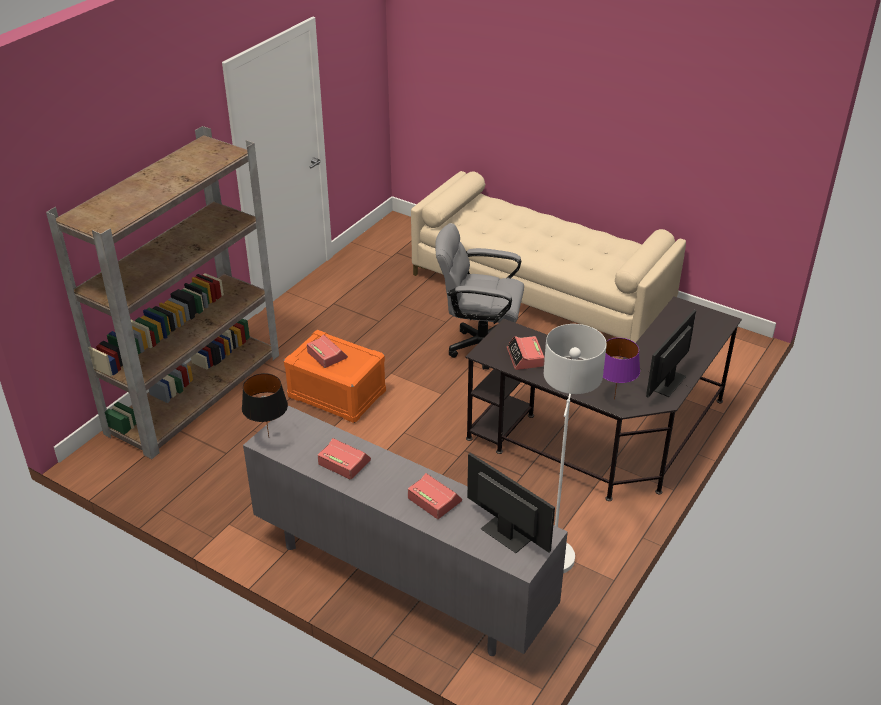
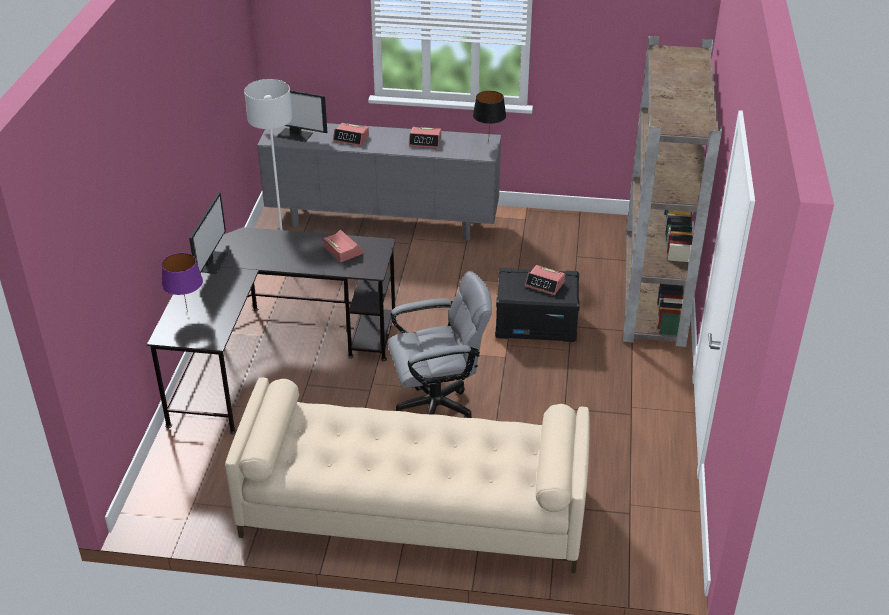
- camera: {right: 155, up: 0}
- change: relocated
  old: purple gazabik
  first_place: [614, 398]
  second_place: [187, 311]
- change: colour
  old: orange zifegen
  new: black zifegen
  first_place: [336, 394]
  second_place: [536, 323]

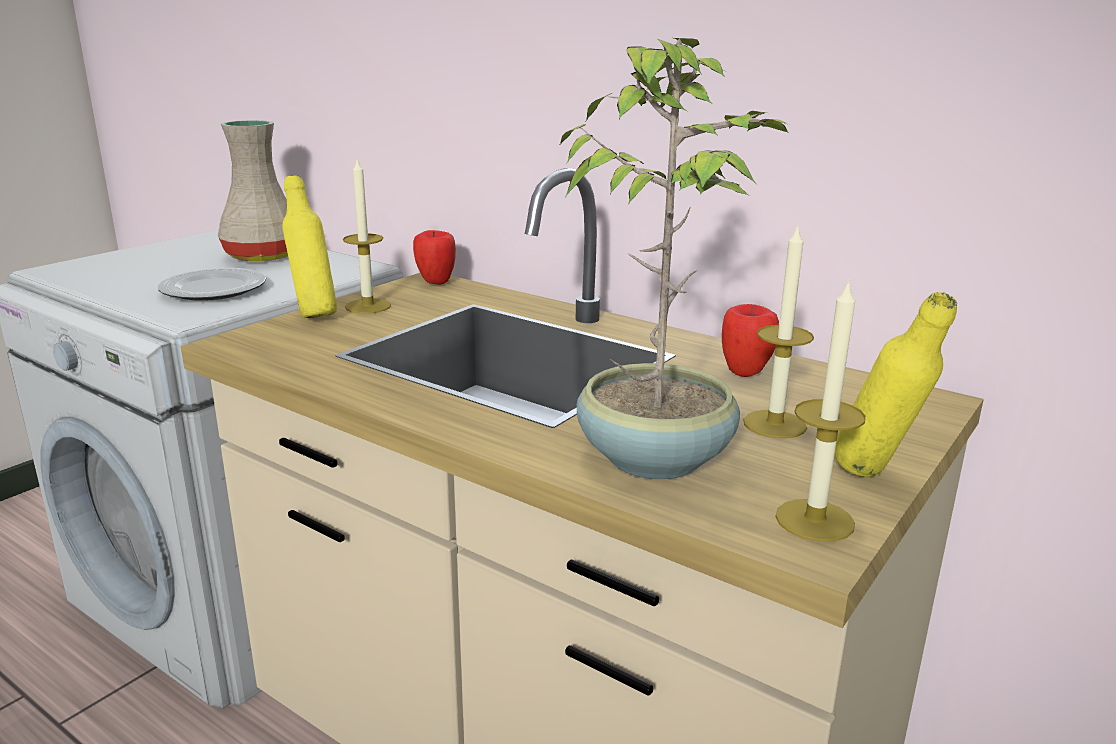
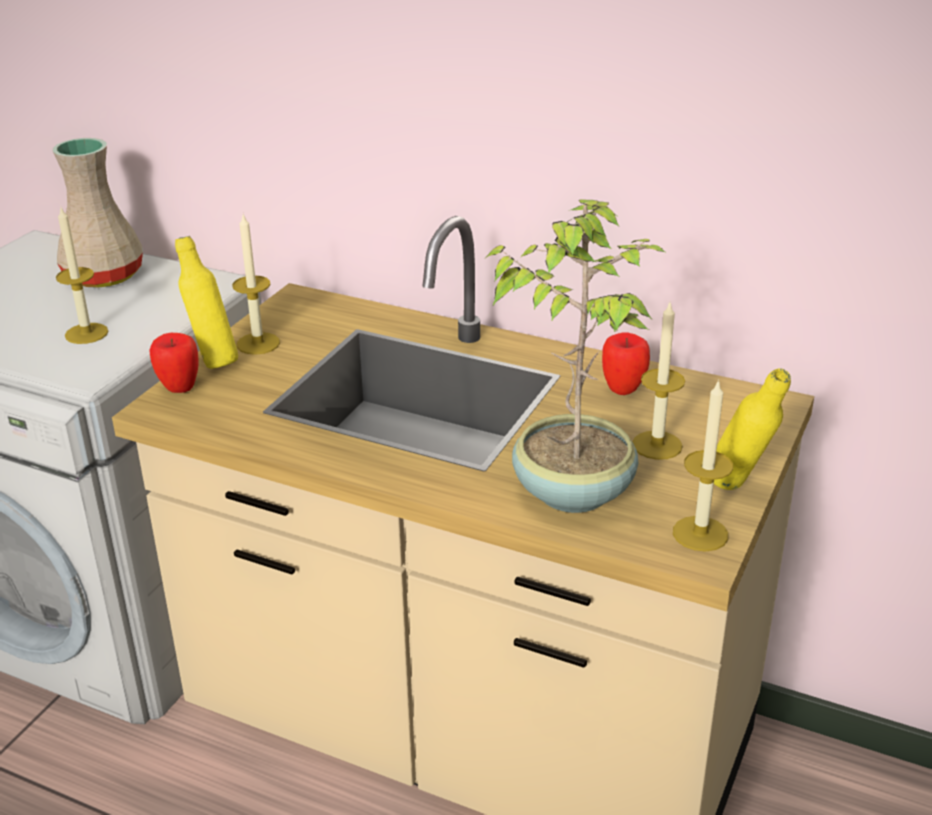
- camera: {right: -10, up: 10}
- change: relocated
  old: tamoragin
  first_place: [435, 282]
  second_place: [179, 388]
- change: exchanged
  old: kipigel
  new: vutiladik
  first_place: [214, 289]
  second_place: [86, 333]

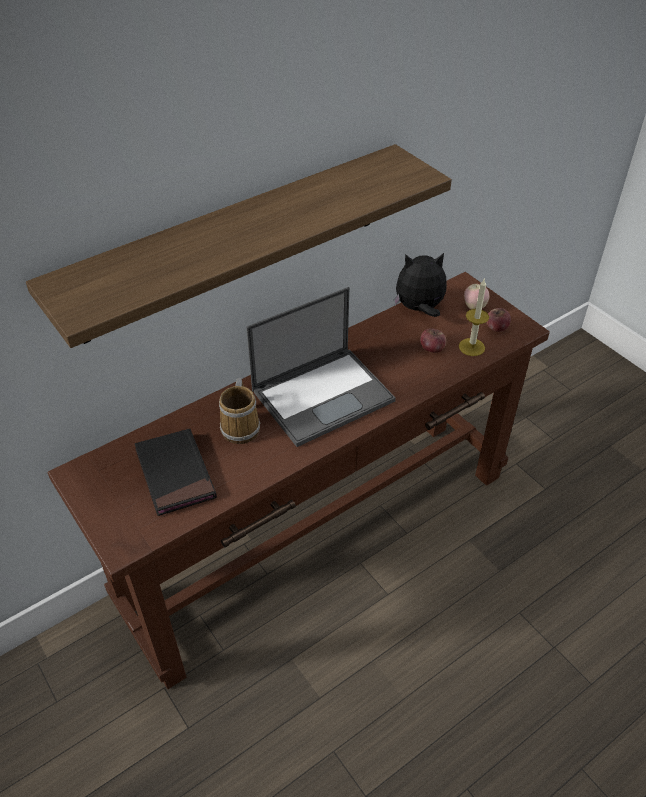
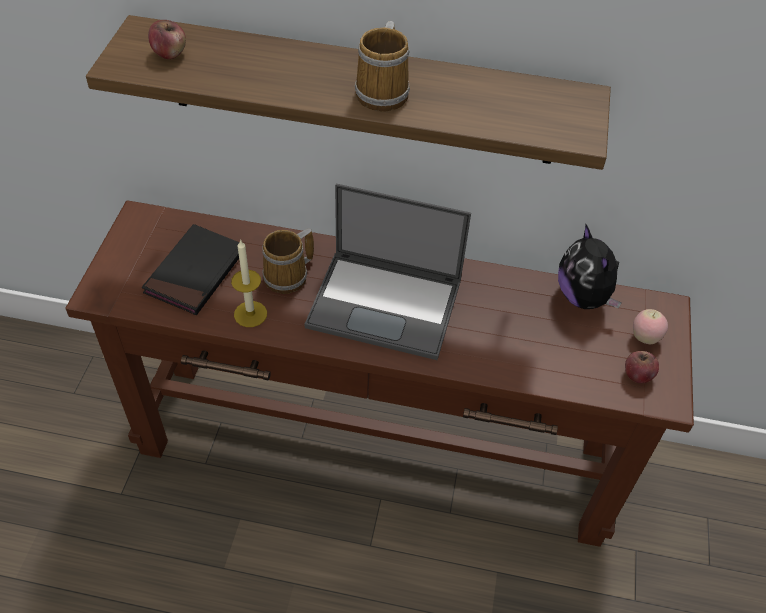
- camera: {right: 45, up: 5}
- change: appeared
  new: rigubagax
  second_place: [384, 92]
- change: relocated
  old: tamoragin
  first_place: [432, 349]
  second_place: [169, 53]
- change: relocated
  old: vutiladik
  first_place: [471, 347]
  second_place: [250, 314]
- change: spun
  old: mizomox
  first_place: [419, 309]
  second_place: [584, 297]
  degrees: -150

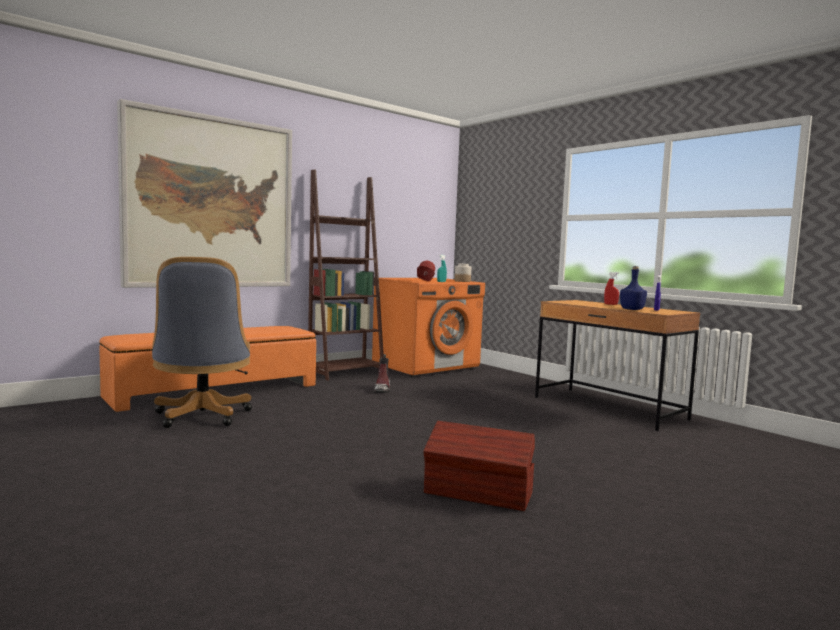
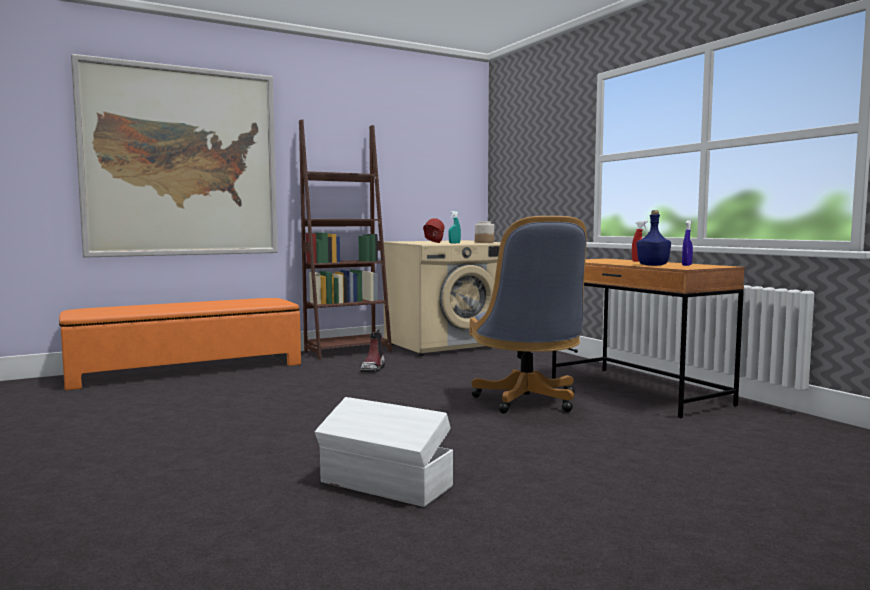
- camera: {right: 10, up: 0}
- change: relocated
  old: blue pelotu
  first_place: [202, 418]
  second_place: [529, 403]
- change: colour
  old: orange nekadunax
  new: beige nekadunax
  first_place: [427, 368]
  second_place: [448, 345]
- change: colour
  old: brown zifegen
  new: white zifegen
  first_place: [479, 493]
  second_place: [386, 485]

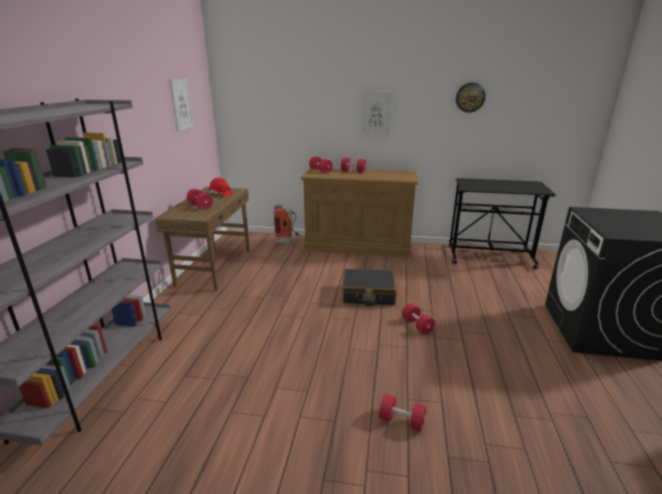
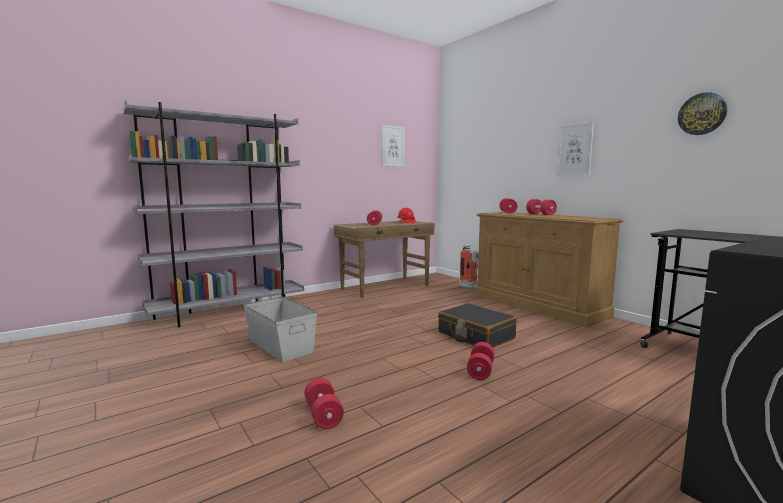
- camera: {right: 45, up: -15}
- change: appeared
  new: grey zifegen
  second_place: [281, 346]

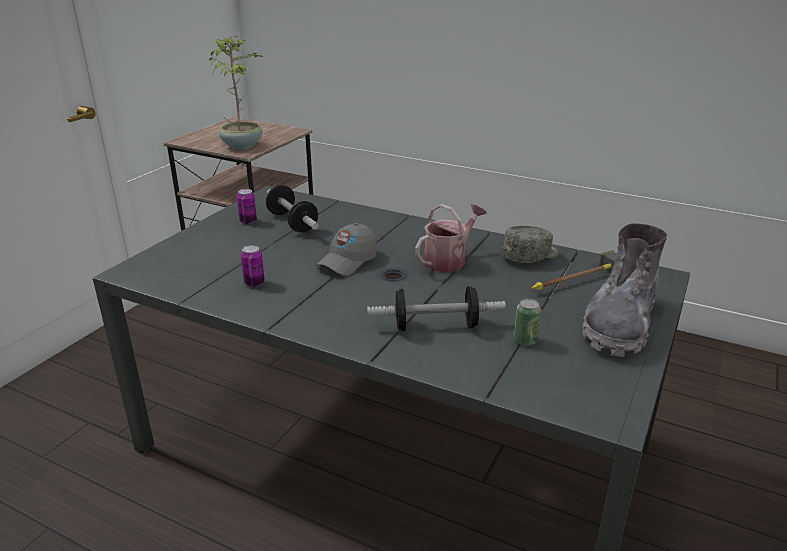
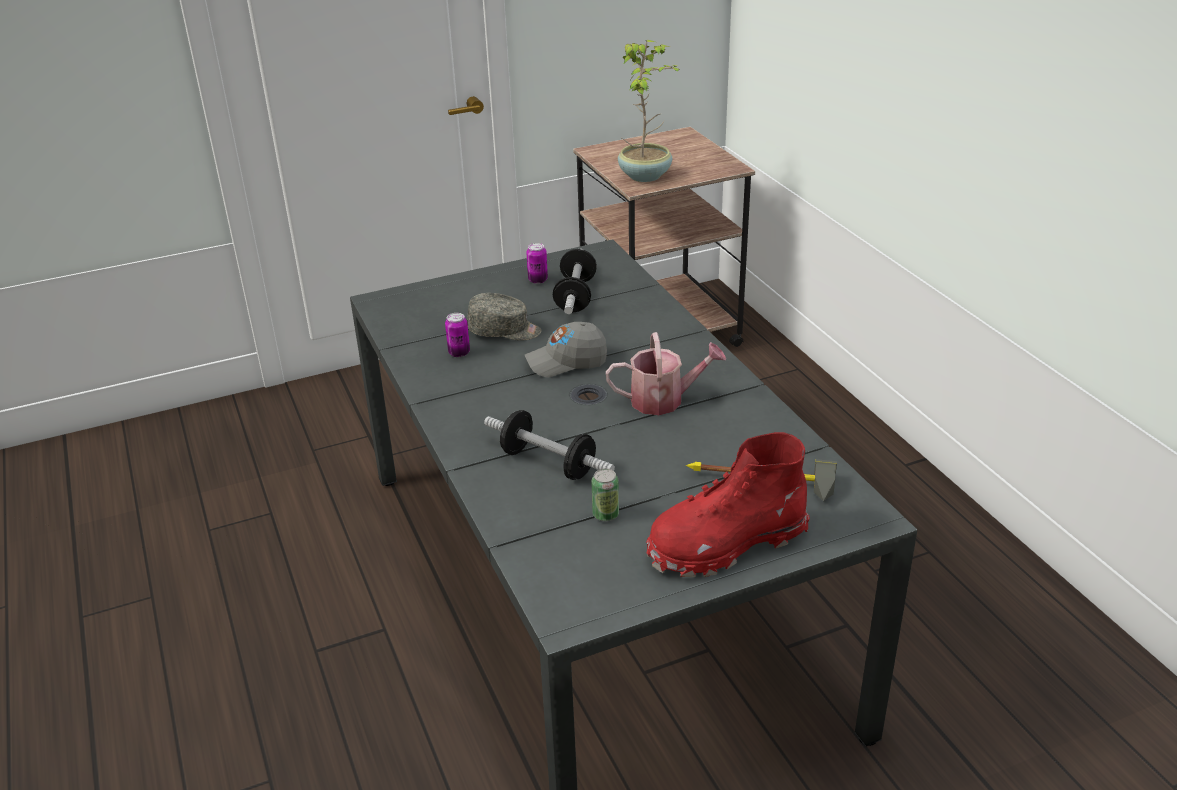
- camera: {right: 40, up: 5}
- change: relocated
  old: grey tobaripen
  first_place: [530, 256]
  second_place: [505, 331]
- change: colour
  old: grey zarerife
  new: red zarerife
  first_place: [619, 324]
  second_place: [725, 544]

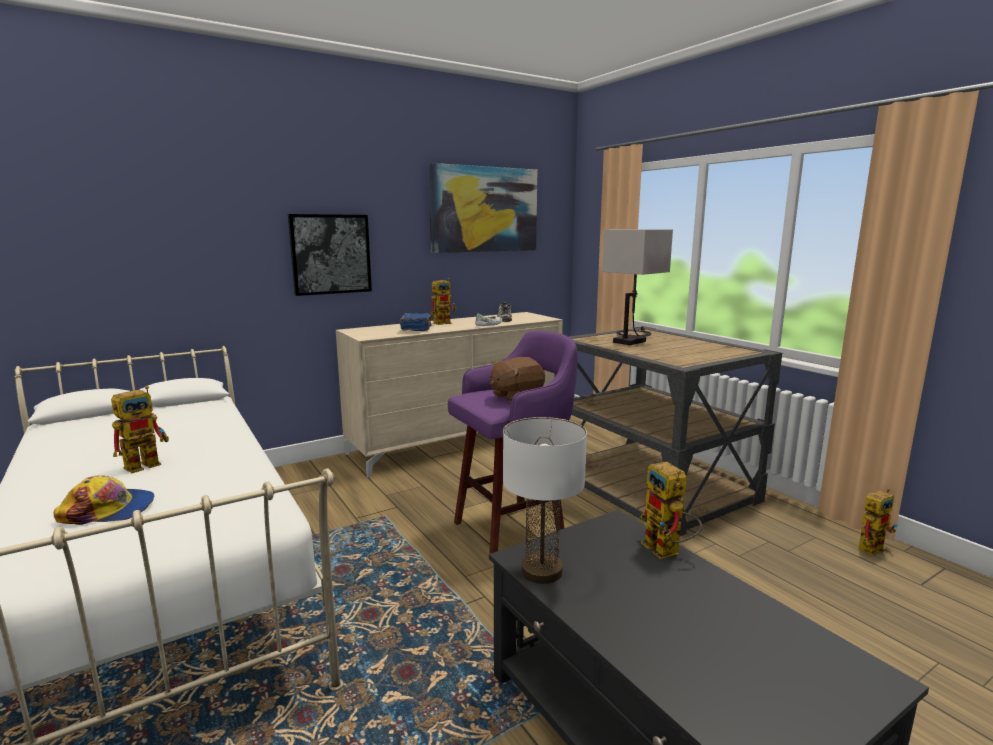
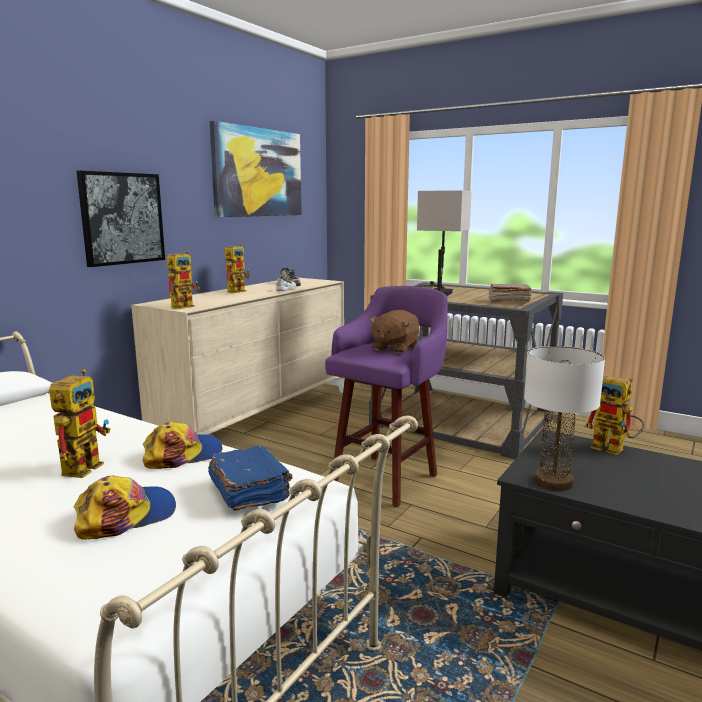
- camera: {right: -25, up: 0}
- change: appeared
  new: tobaripen
  second_place: [183, 454]
- change: appeared
  new: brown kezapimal
  second_place: [508, 301]
- change: relocated
  old: blue kezapimal
  first_place: [417, 329]
  second_place: [250, 491]
- change: relocated
  old: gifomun
  first_place: [872, 547]
  second_place: [185, 306]

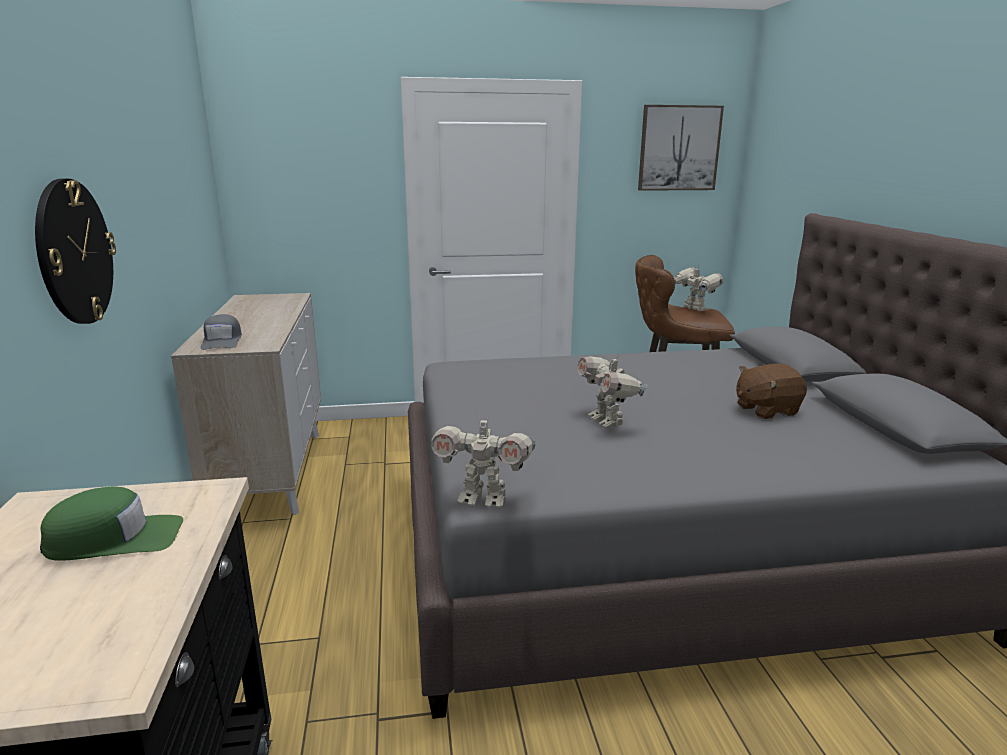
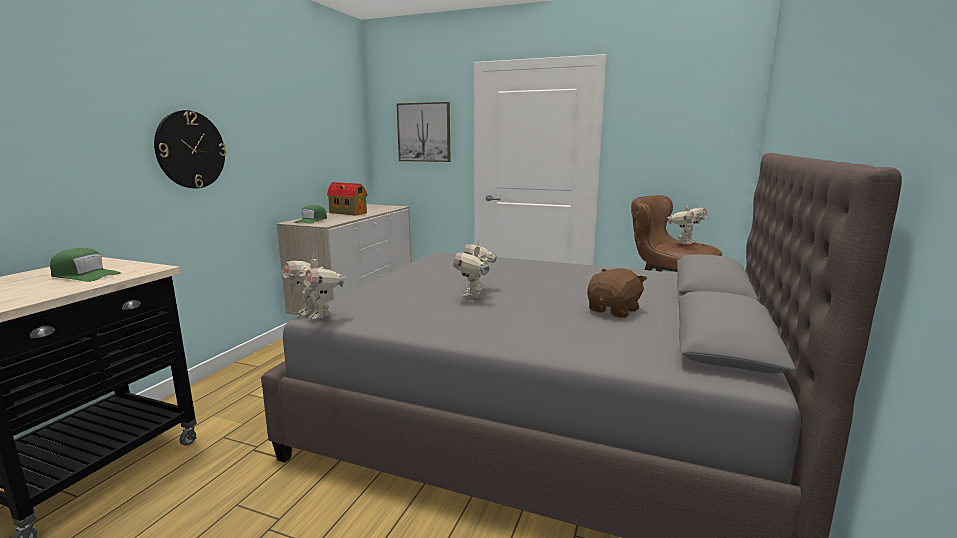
- camera: {right: 30, up: -5}
- change: appeared
  new: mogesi
  second_place: [347, 213]
- change: relocated
  old: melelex
  first_place: [679, 148]
  second_place: [424, 132]
- change: colour
  old: grey tobaripen
  new: green tobaripen
  first_place: [222, 341]
  second_place: [311, 220]
- change: spun
  old: gifomun
  first_place: [694, 309]
  second_place: [684, 243]
  degrees: 45
- change: spun
  old: brown mizomox
  first_place: [766, 410]
  second_place: [614, 310]
  degrees: 120

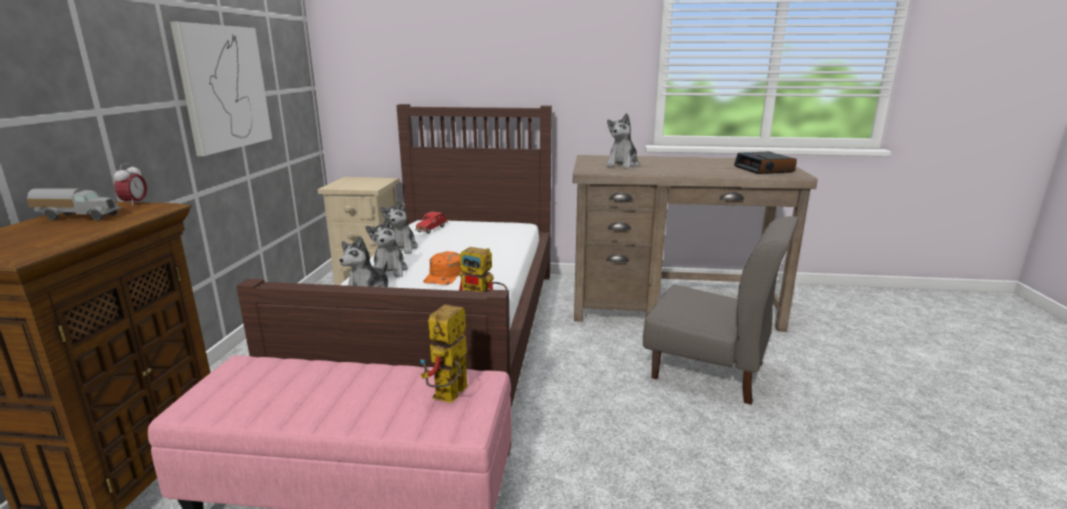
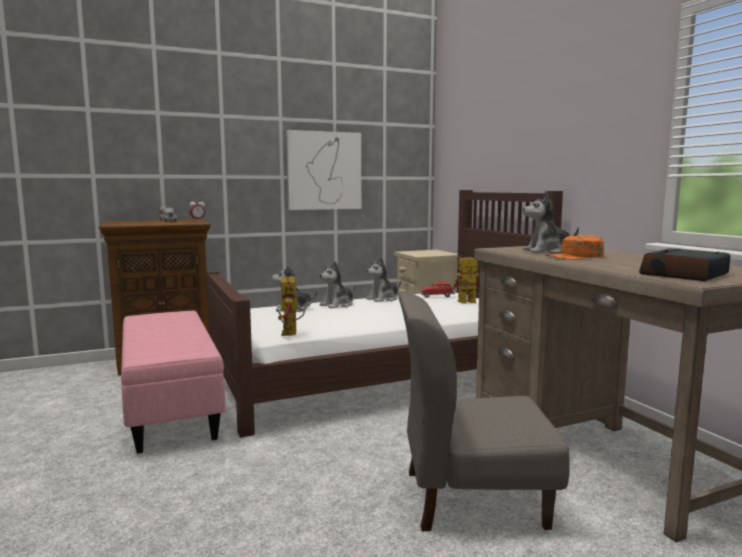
- camera: {right: 60, up: -10}
- change: relocated
  old: gifomun
  first_place: [449, 397]
  second_place: [463, 302]
- change: relocated
  old: orange tobaripen
  first_place: [444, 275]
  second_place: [575, 257]
- change: spun
  old: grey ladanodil
  first_place: [709, 370]
  second_place: [472, 497]
  degrees: 90

